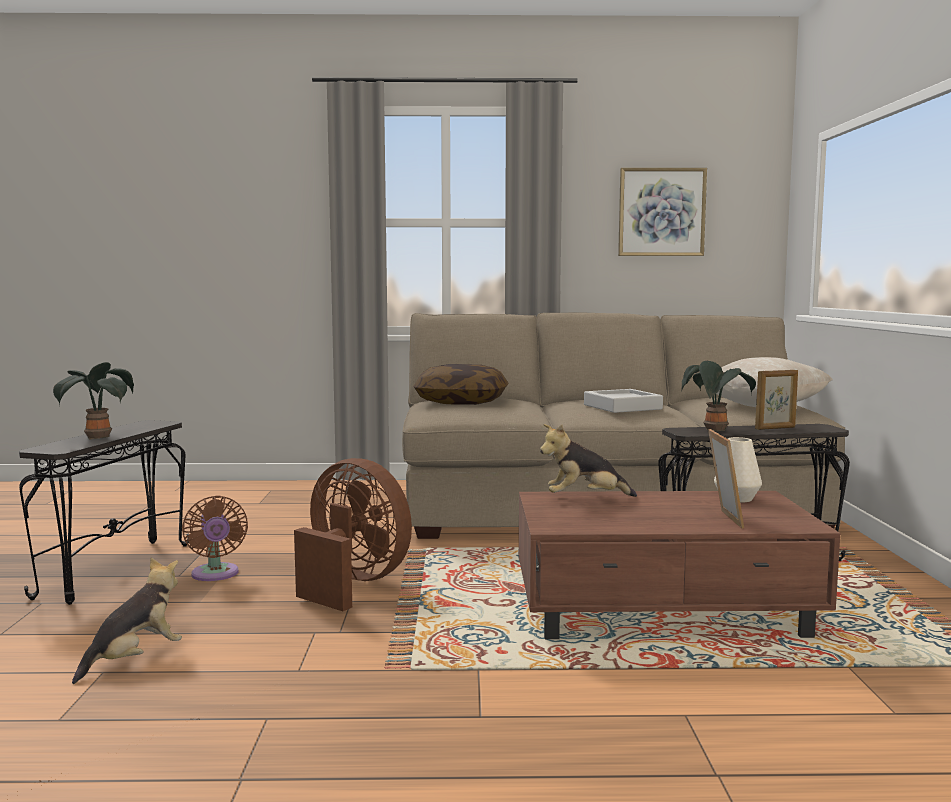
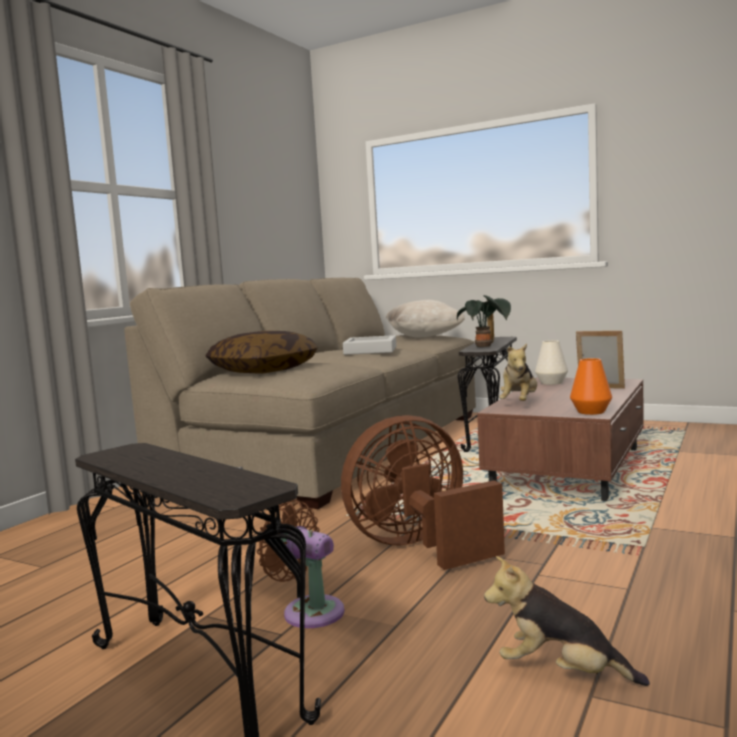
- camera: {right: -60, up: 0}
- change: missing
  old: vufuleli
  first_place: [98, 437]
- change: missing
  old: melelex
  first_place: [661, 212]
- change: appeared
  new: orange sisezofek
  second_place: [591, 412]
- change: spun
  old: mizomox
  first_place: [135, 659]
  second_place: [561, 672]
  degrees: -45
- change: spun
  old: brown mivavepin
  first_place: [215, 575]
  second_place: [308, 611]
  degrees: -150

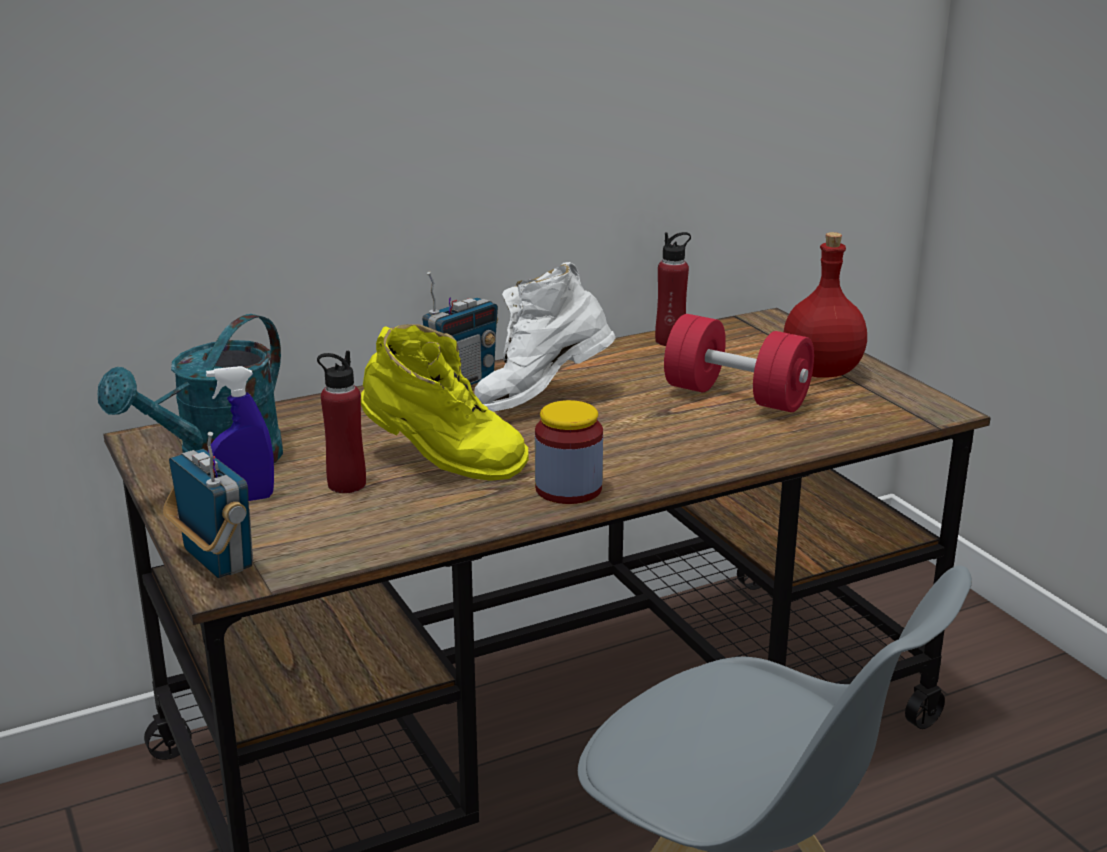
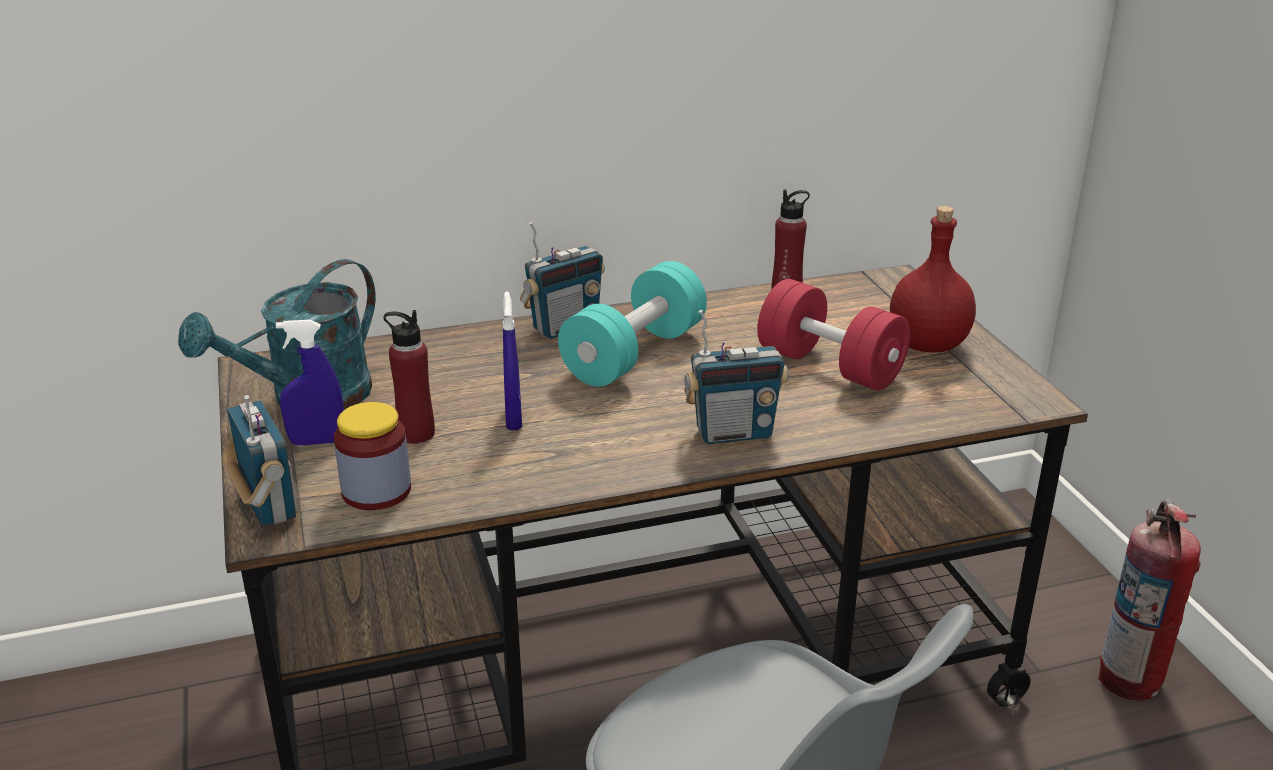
- camera: {right: 10, up: 5}
- change: appeared
  new: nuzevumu
  second_place: [733, 433]
- change: appeared
  new: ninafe
  second_place: [1130, 679]
- change: relocated
  old: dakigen
  first_place: [568, 489]
  second_place: [376, 491]
- change: exchanged
  old: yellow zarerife
  new: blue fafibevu
  first_place: [442, 464]
  second_place: [513, 419]
- change: exchanged
  old: white zarerife
  new: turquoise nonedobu
  first_place: [541, 400]
  second_place: [634, 354]

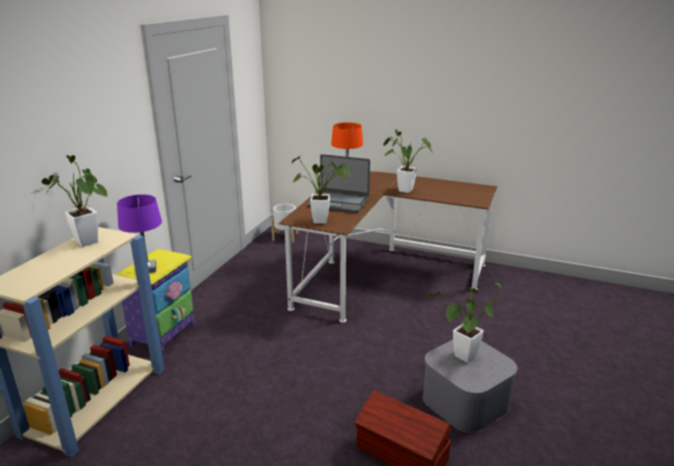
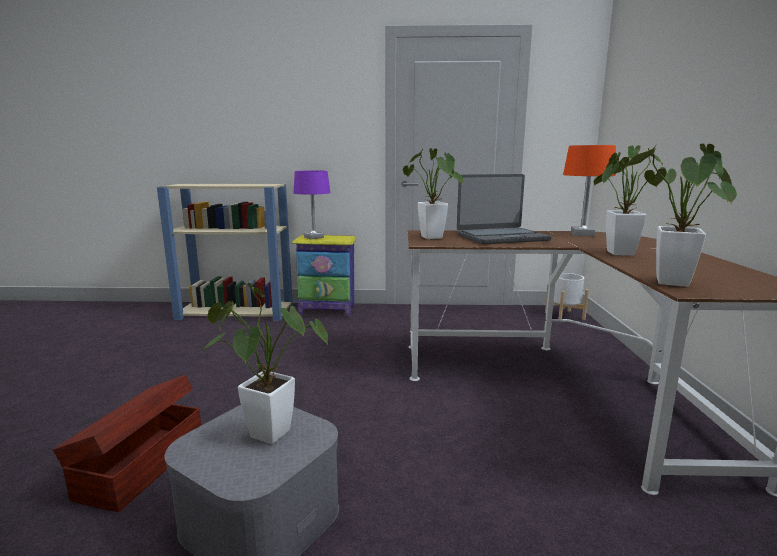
- camera: {right: 70, up: -10}
- change: relocated
  old: vufuleli
  first_place: [88, 244]
  second_place: [672, 284]
- change: spun
  old: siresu
  first_place: [339, 202]
  second_place: [501, 237]
  degrees: -105

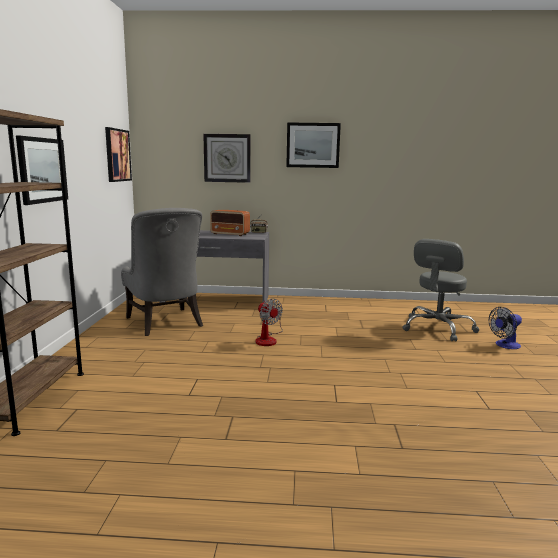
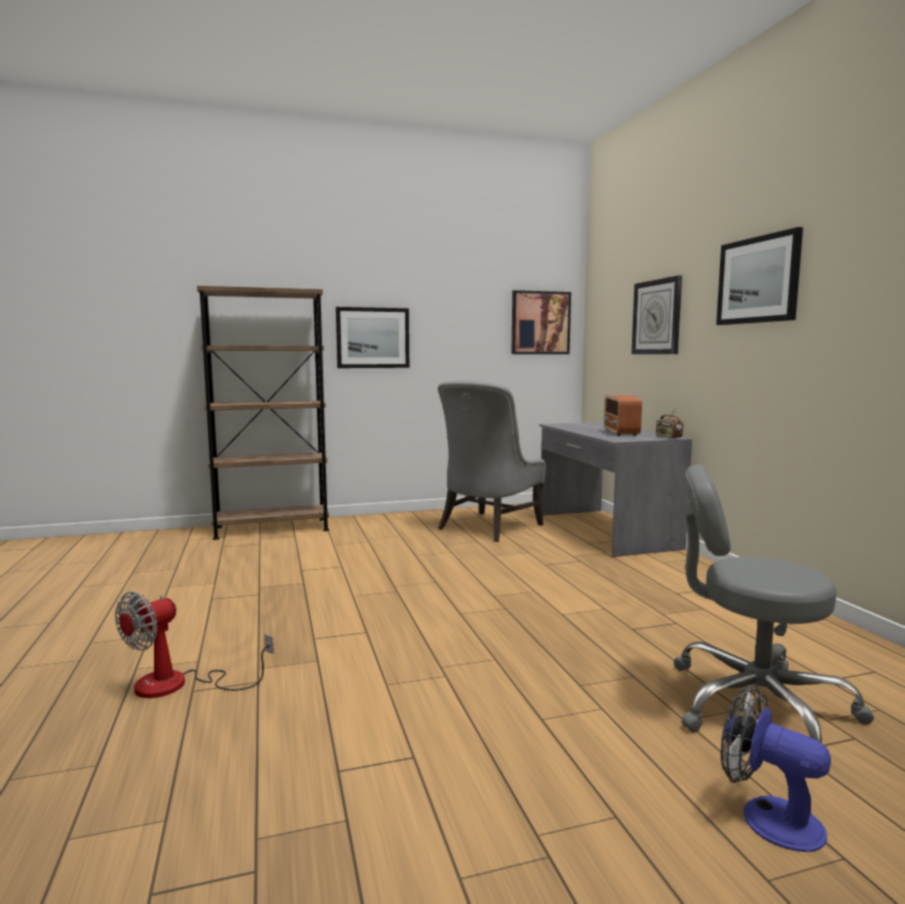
- camera: {right: 70, up: -5}
- change: relocated
  old: mivavepin
  first_place: [268, 339]
  second_place: [178, 685]

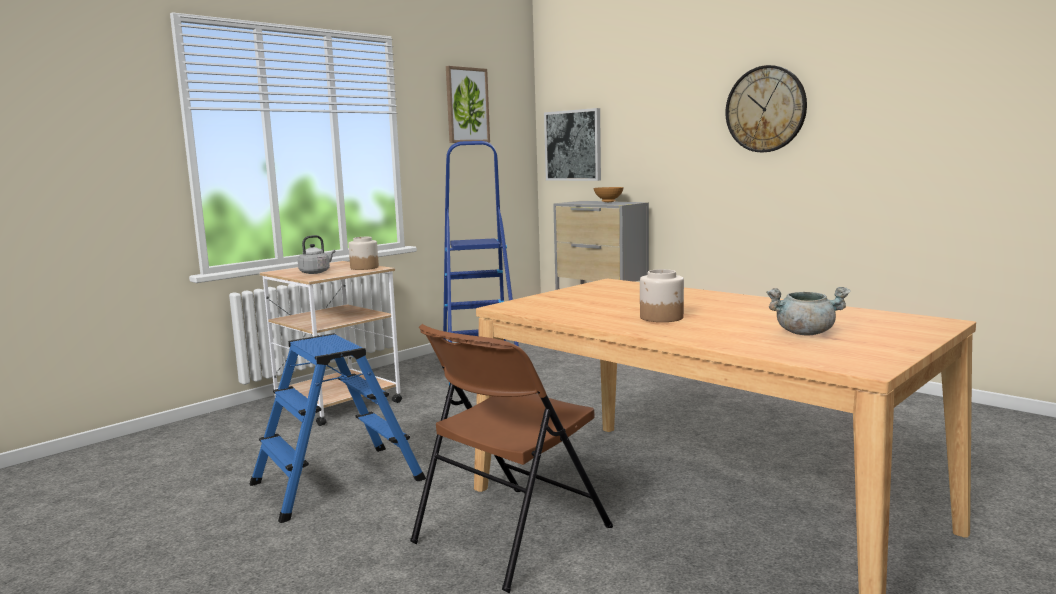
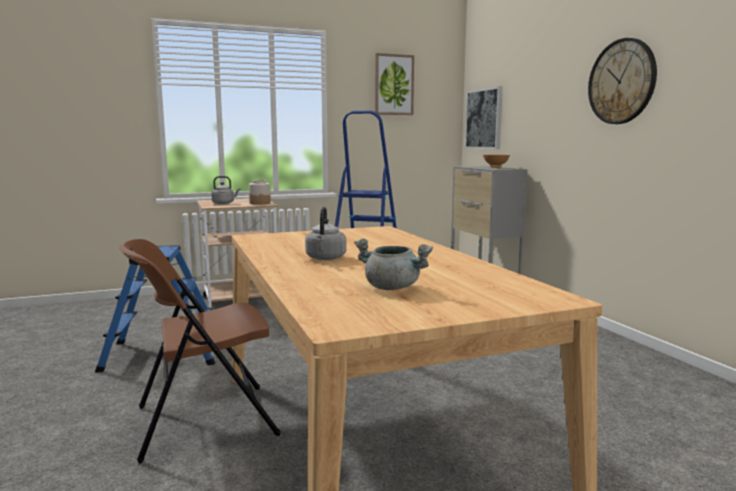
- camera: {right: 25, up: 0}
- change: exchanged
  old: dakigen
  new: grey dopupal
  first_place: [662, 317]
  second_place: [325, 258]

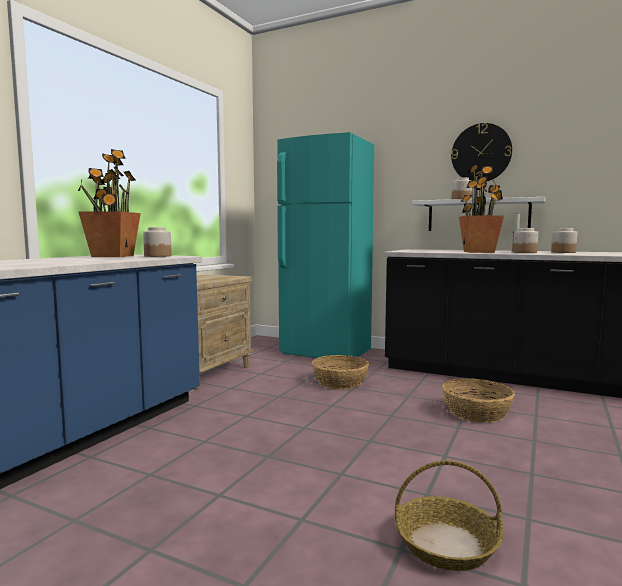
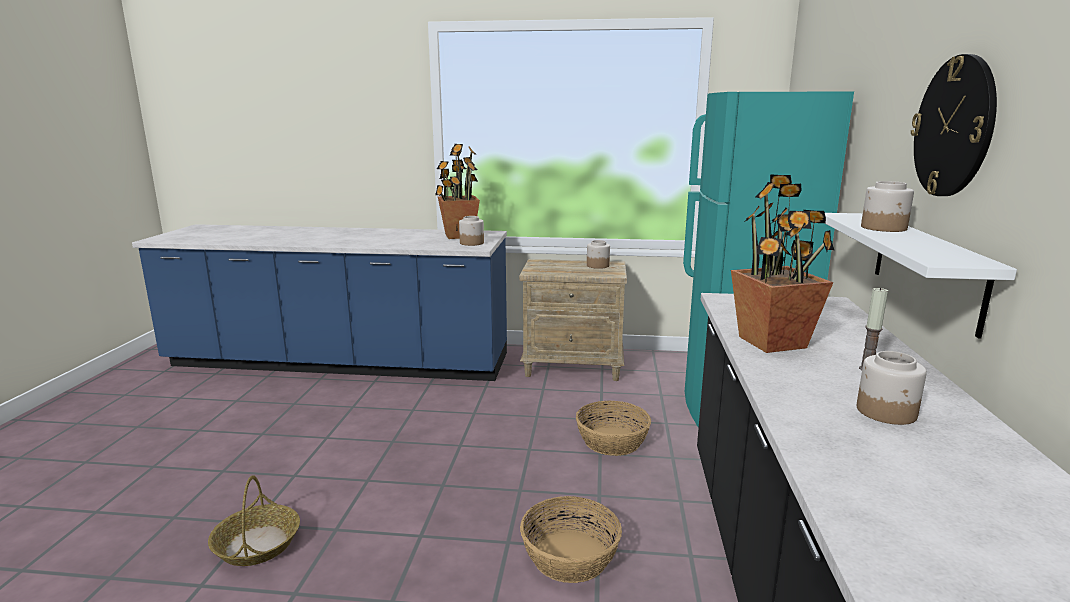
- camera: {right: 70, up: 10}
- change: relocated
  old: dakigen
  first_place: [524, 252]
  second_place: [597, 265]

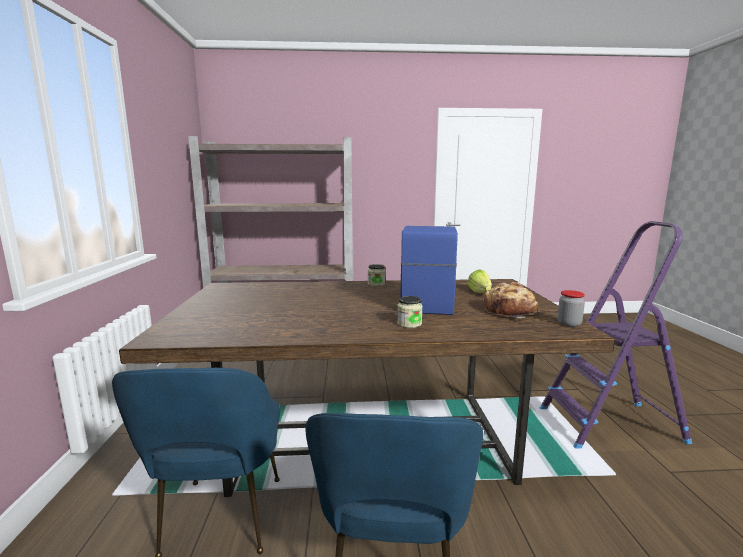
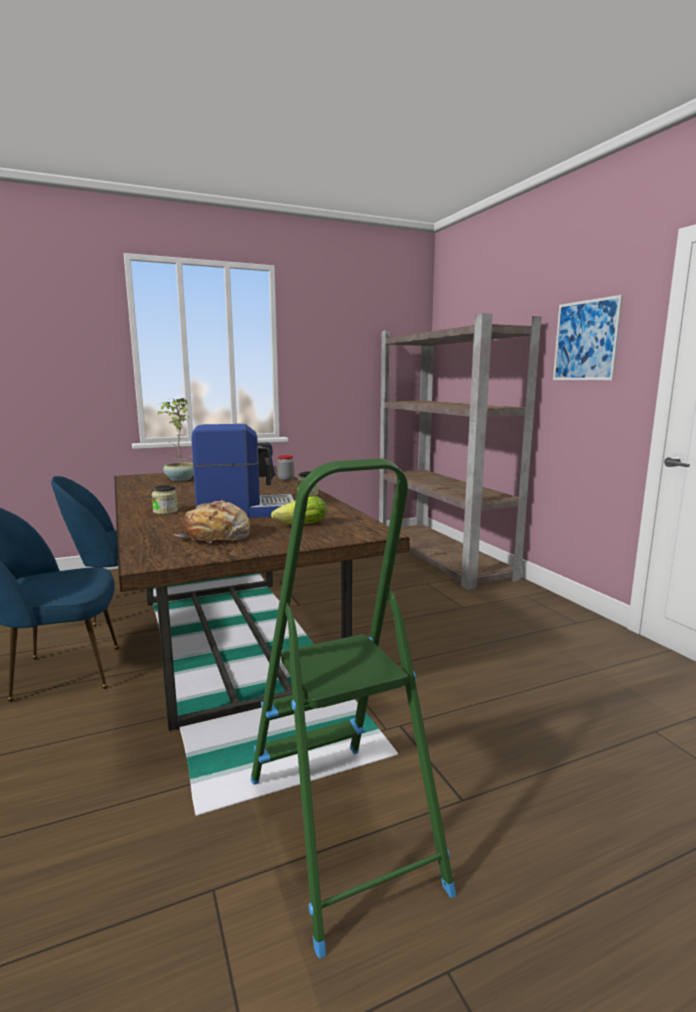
- camera: {right: 70, up: 0}
- change: appeared
  new: vufuleli
  second_place: [179, 479]
- change: appeared
  new: melelex
  second_place: [585, 340]
- change: relocated
  old: dakigen
  first_place: [569, 324]
  second_place: [286, 479]
- change: colour
  old: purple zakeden
  new: green zakeden
  first_place: [608, 425]
  second_place: [339, 827]

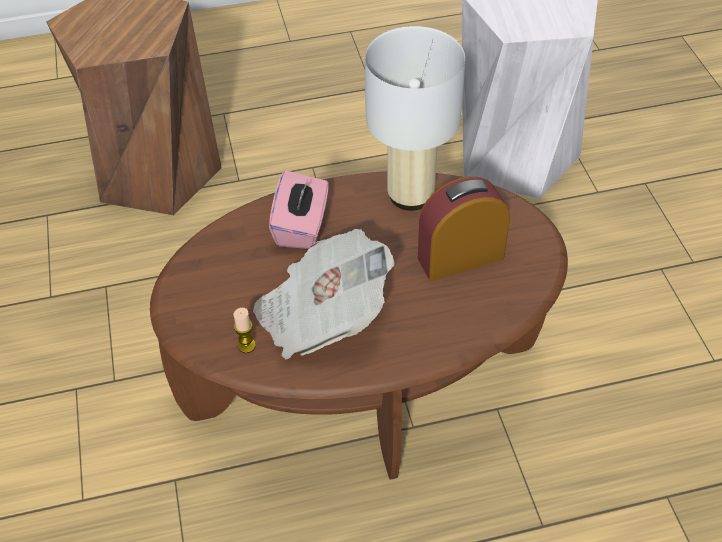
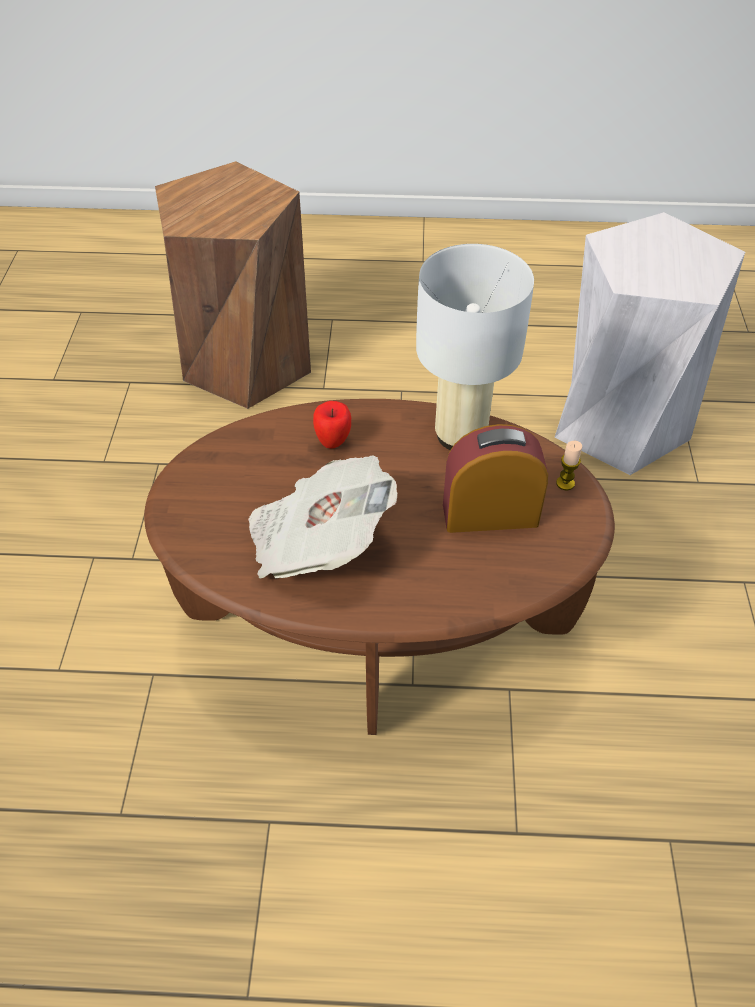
- camera: {right: 15, up: 0}
- change: relocated
  old: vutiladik
  first_place: [246, 345]
  second_place: [565, 483]
- change: exchanged
  old: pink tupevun
  new: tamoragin
  first_place: [302, 226]
  second_place: [333, 443]

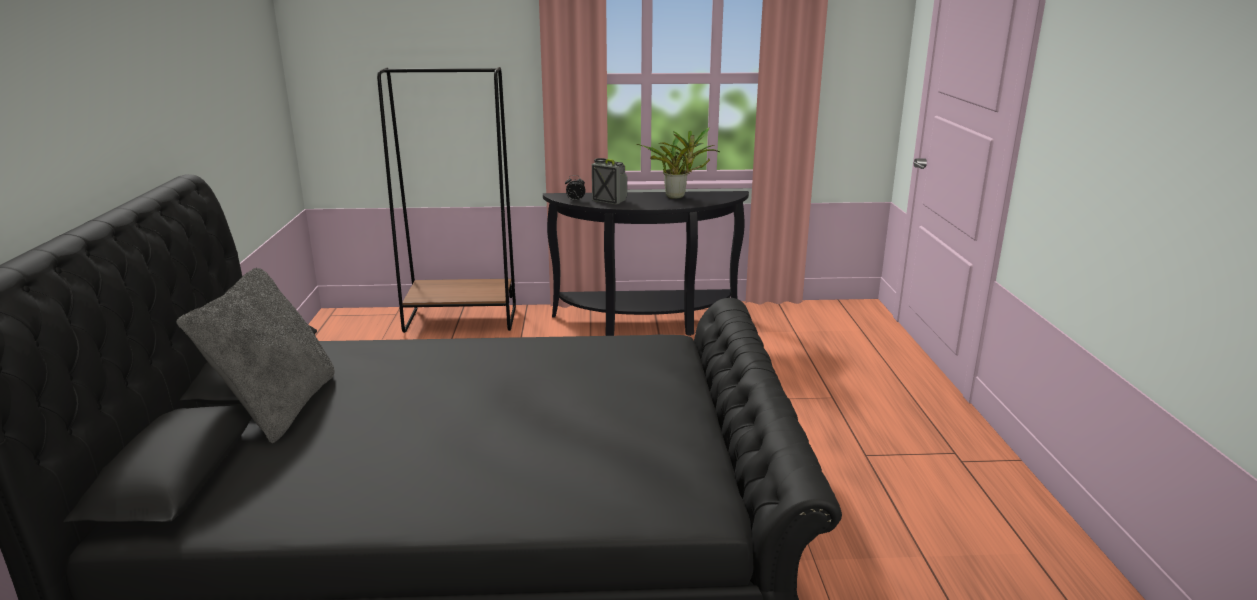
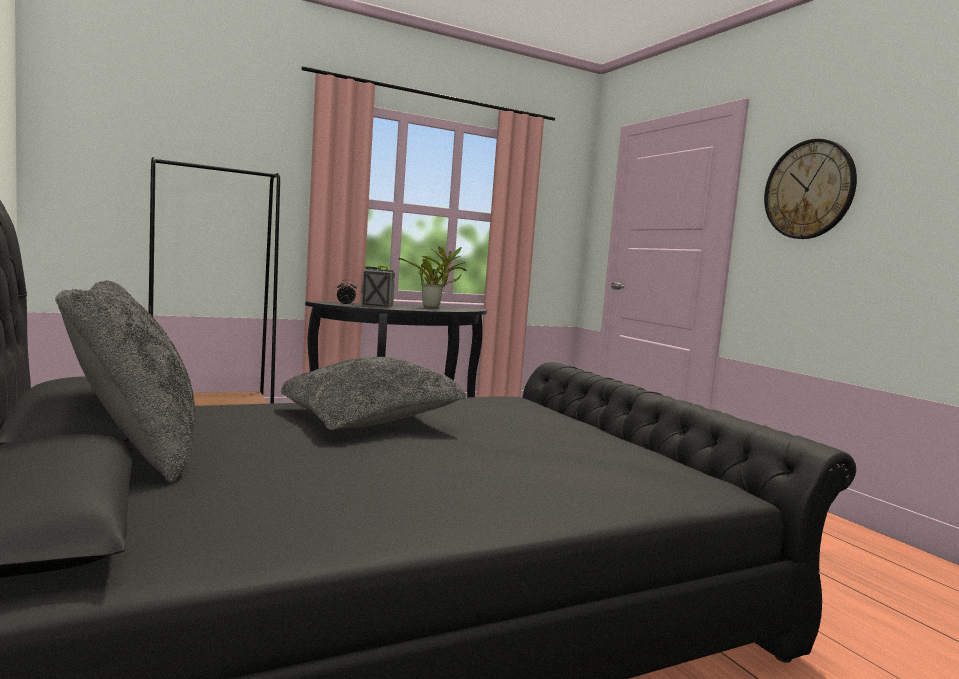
- camera: {right: -25, up: -15}
- change: appeared
  new: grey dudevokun
  second_place: [367, 417]
- change: appeared
  new: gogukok
  second_place: [809, 189]

